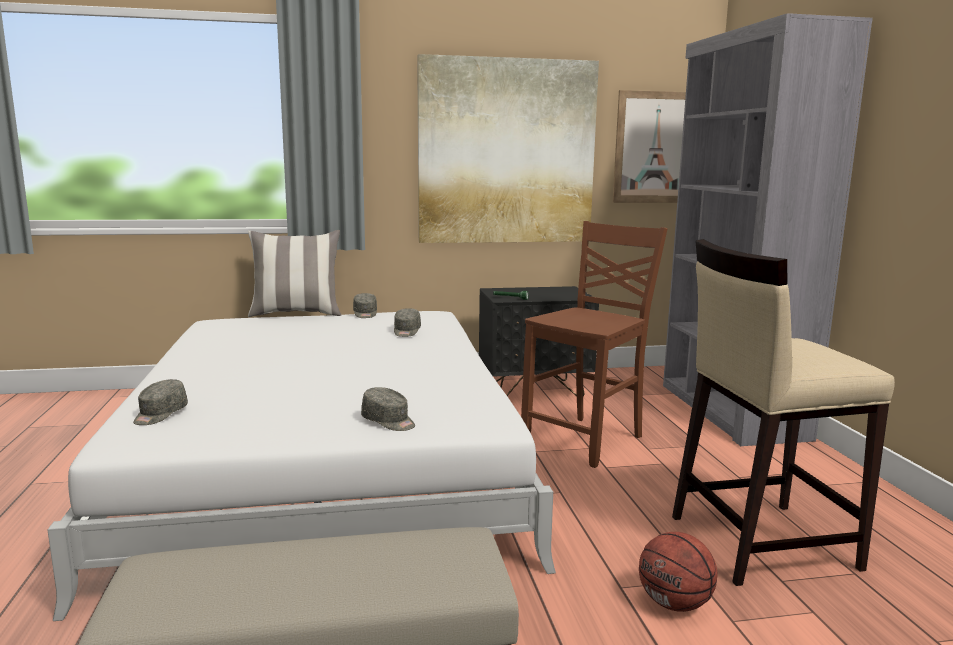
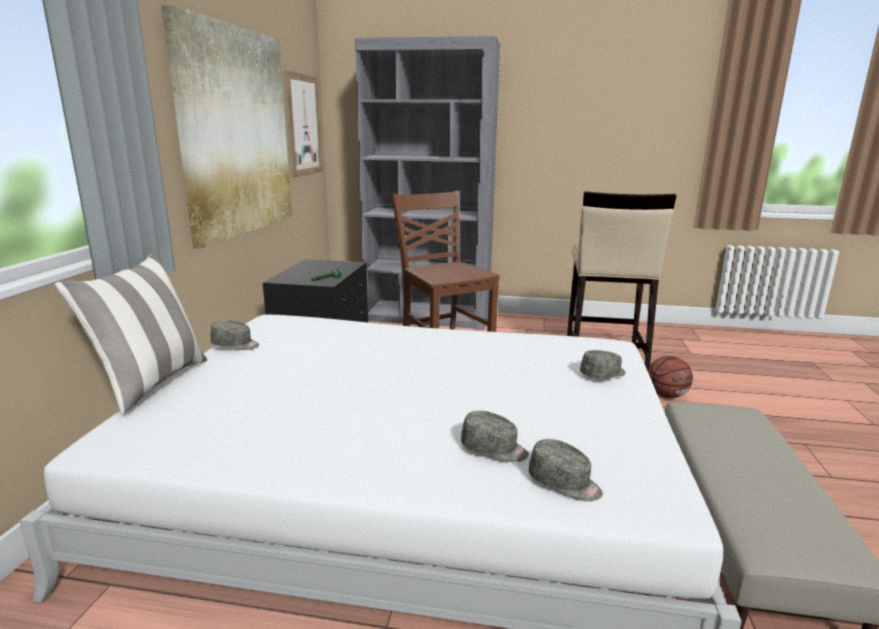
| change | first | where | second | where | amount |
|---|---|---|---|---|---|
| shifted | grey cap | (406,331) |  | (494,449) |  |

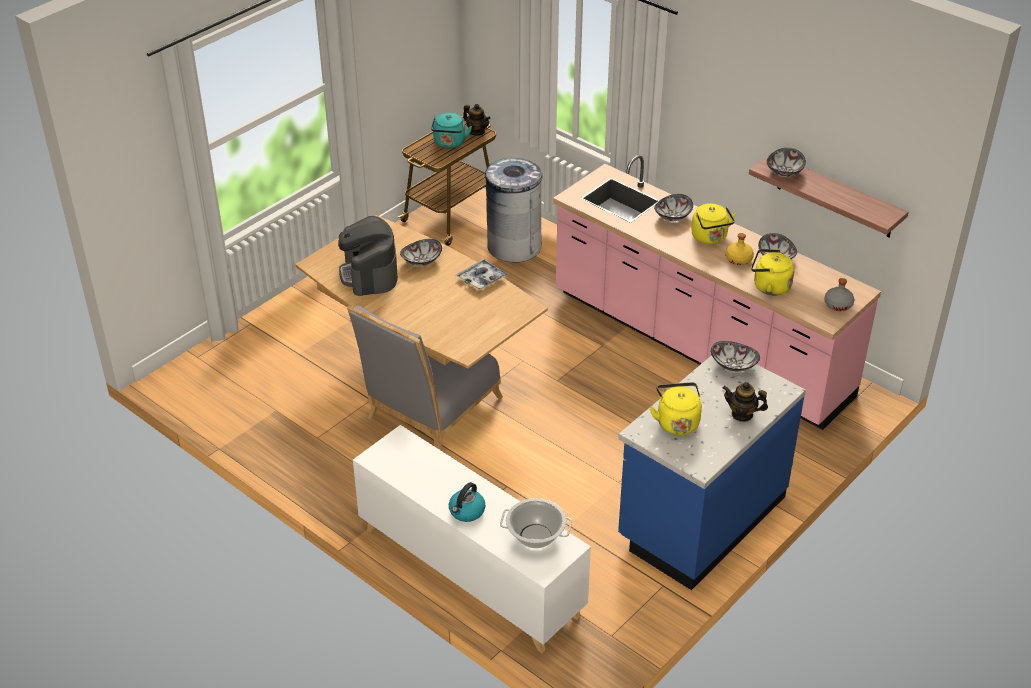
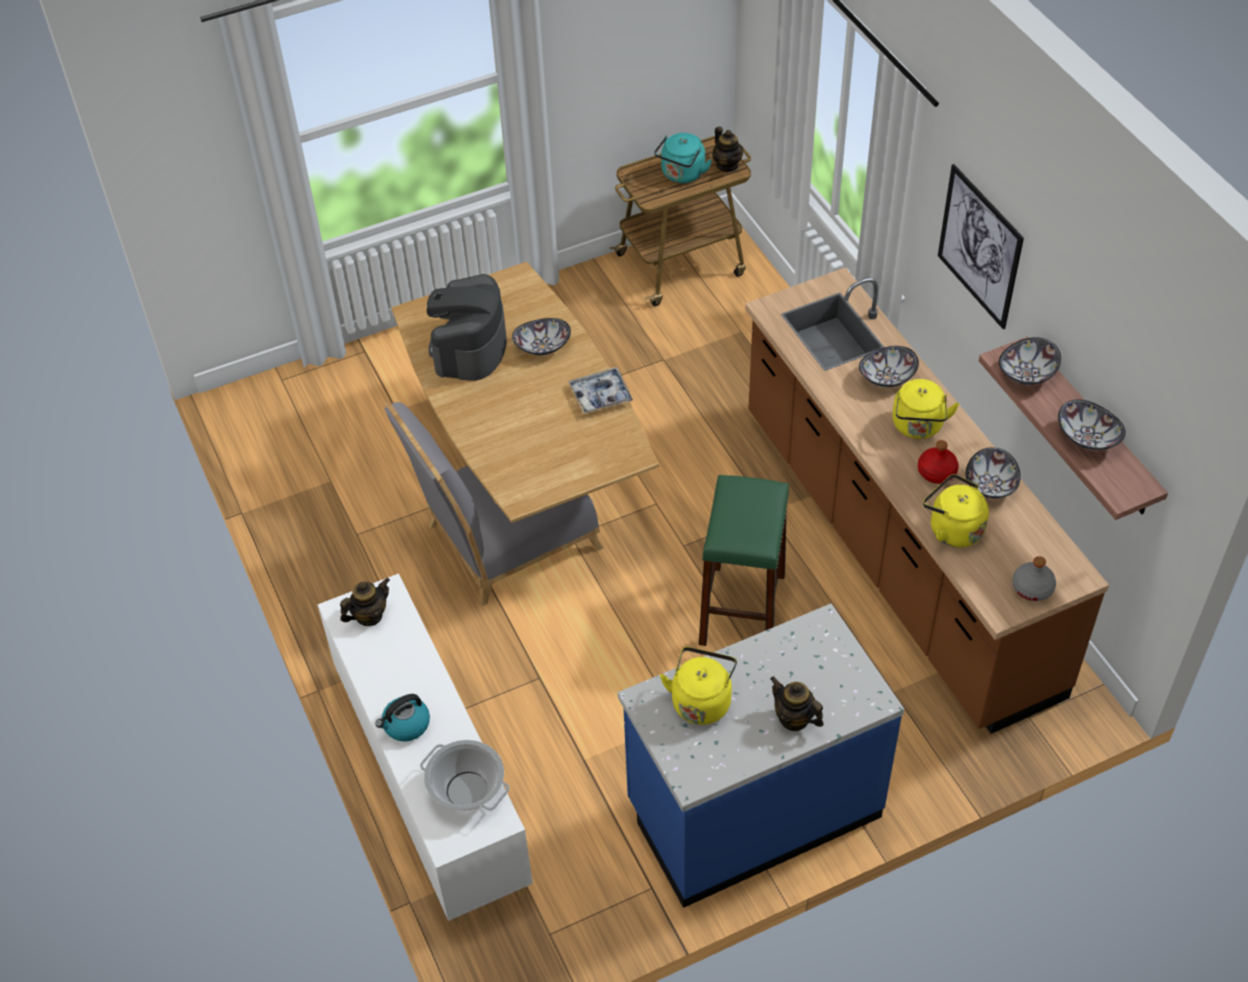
| change | first | where | second | where | amount |
|---|---|---|---|---|---|
| gone | grey trash can | (514,246) |  |  |  |
| repainted | pink counter | (699,346) | brown counter | (895,552) |  |
| shifted | bowl | (734,365) |  | (1088,437) |  |
| repainted | yellow bottle | (738,259) | red bottle | (936,472) |  |
| new |  |  | teapot | (369,615) |  |
| new |  |  | green stool | (742,609) |  |
| new |  |  | picture | (979,246) |  |

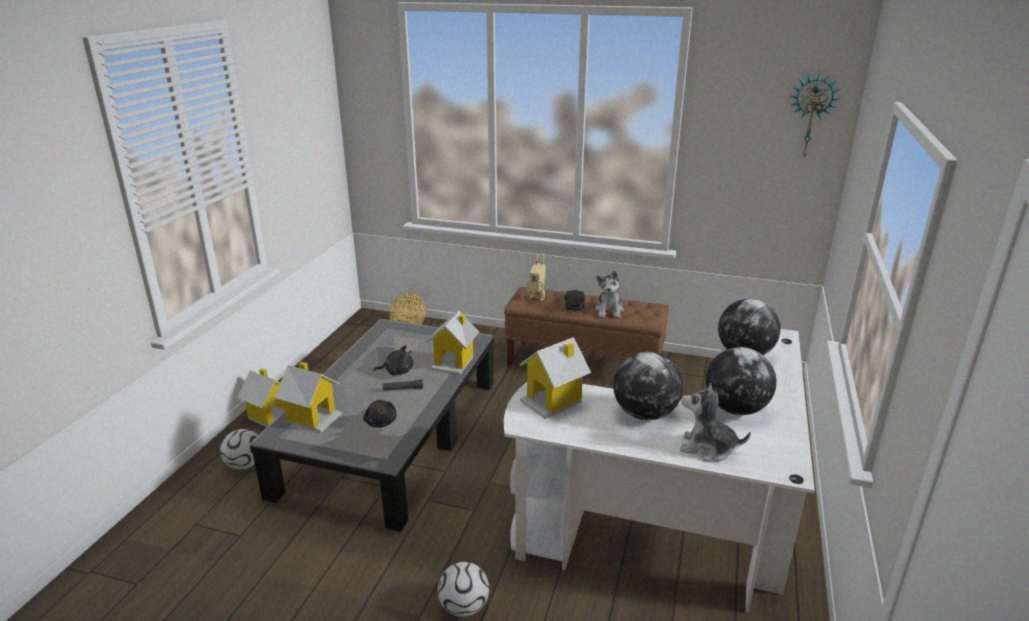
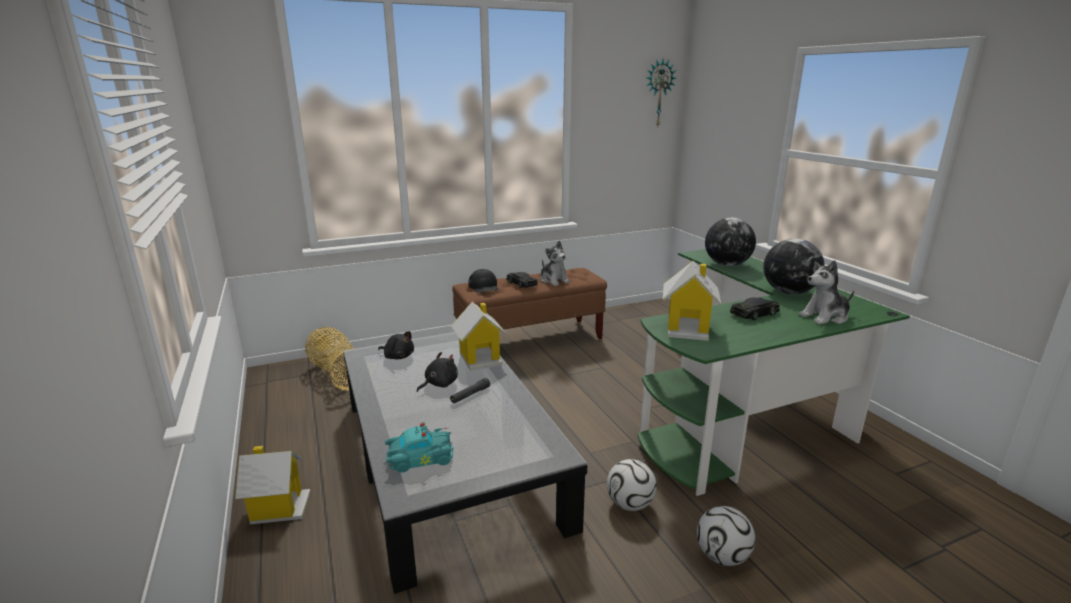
| change | first | where | second | where | amount |
|---|---|---|---|---|---|
| shifted | football | (245,465) |  | (629,504) |  |
| swapped | toy house | (312,417) | turquoise toy car | (418,458) |  |
| shifted | black plush toy | (380,422) |  | (398,356) |  |
| repainted | white desk | (679,521) | green desk | (745,411) |  |
| swapped | toy robot | (537,297) | black cap | (484,287) |  |
| swapped | globe | (645,414) | black toy car | (755,313) |  |

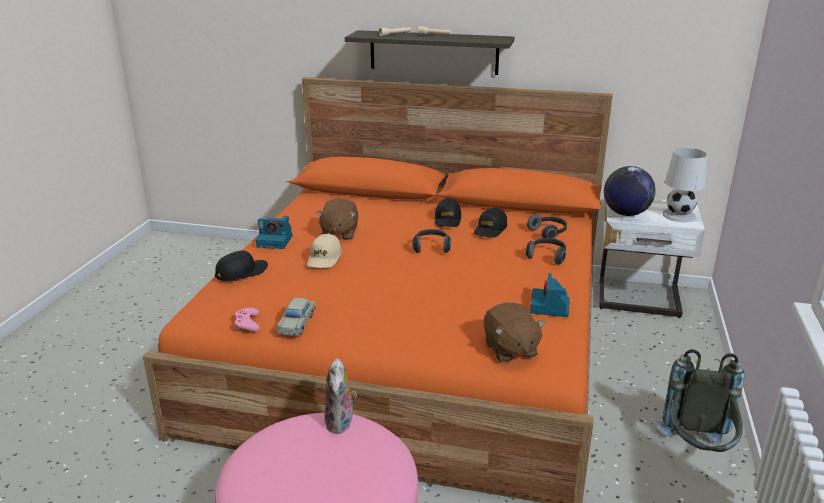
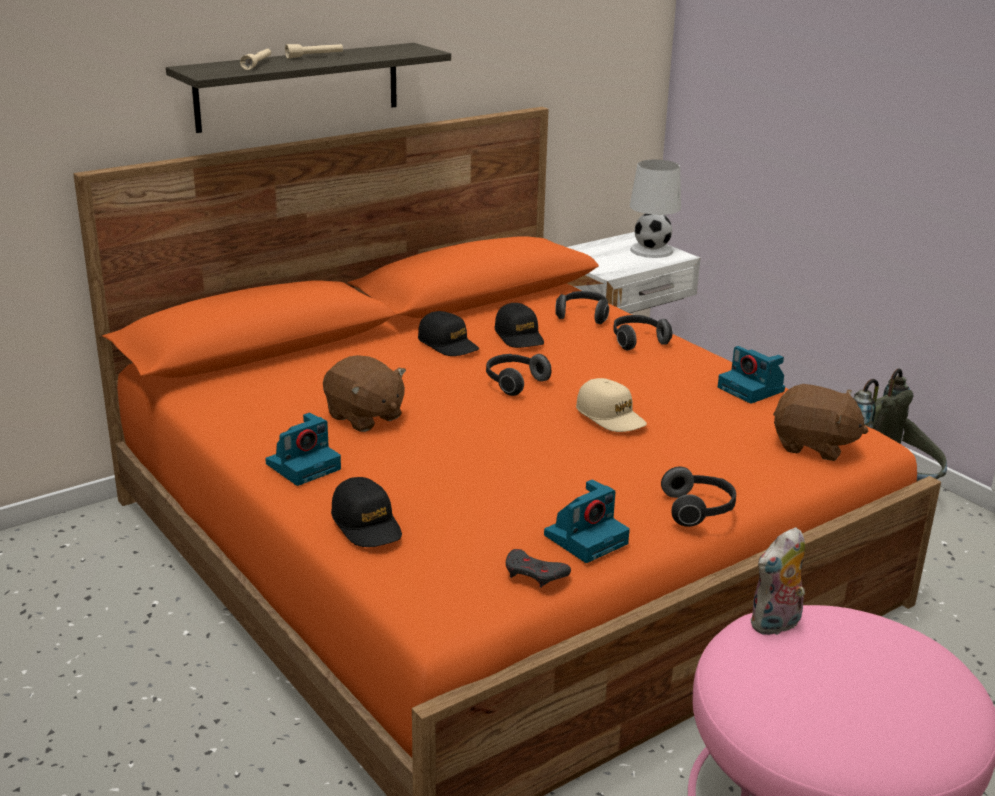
| change | first | where | second | where | amount |
|---|---|---|---|---|---|
| rotated | black cap | (241,272) |  | (367,524) | 150 degrees clockwise |
| repainted | pink game controller | (247,323) | grey game controller | (534,573) |  |
| swapped | beige toy car | (297,323) | photo camera | (586,538) |  |
| shifted | beige cap | (324,258) |  | (610,416) |  |
| rotated | plush toy | (341,423) |  | (776,625) | 105 degrees clockwise |
| gone | globe | (626,214) |  |  |  |
| new |  |  | headphones | (698,510) |  |

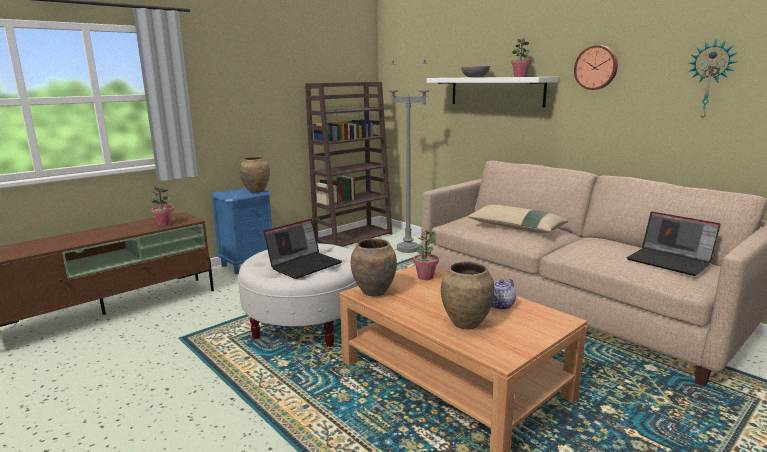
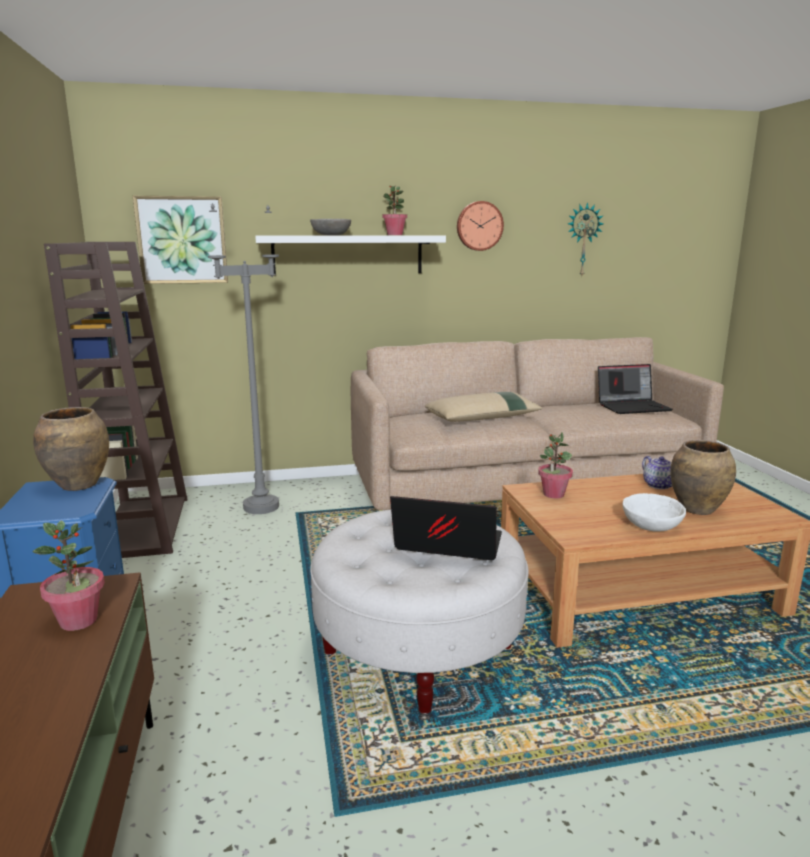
| change | first | where | second | where | amount |
|---|---|---|---|---|---|
| rotated | laptop | (305,265) |  | (446,546) | 60 degrees counterclockwise |
| gone | brown vase | (374,292) |  |  |  |
| new |  |  | picture | (182,240) |  |
| new |  |  | white bowl | (652,525) |  |

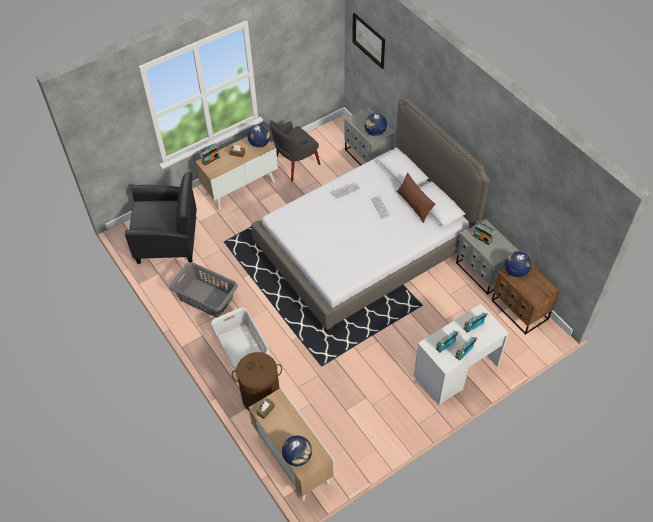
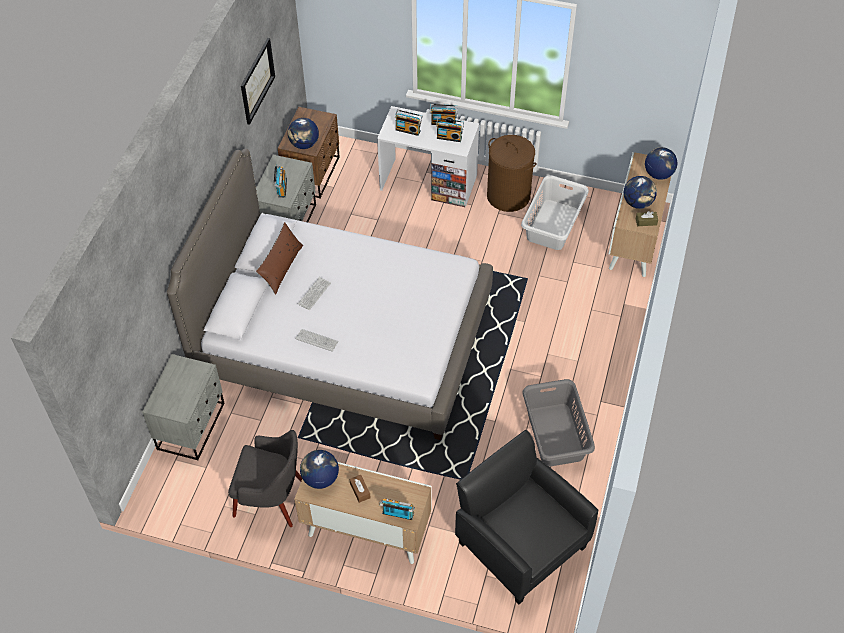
| change | first | where | second | where | amount |
|---|---|---|---|---|---|
| shifted | grey laundry basket | (241,349) |  | (553,224) |  |
| shifted | brown laundry basket | (261,397) |  | (508,196) |  |
| shifted | picture | (369,40) |  | (257,80) |  |
| shifted | globe | (375,132) |  | (638,203) |  |

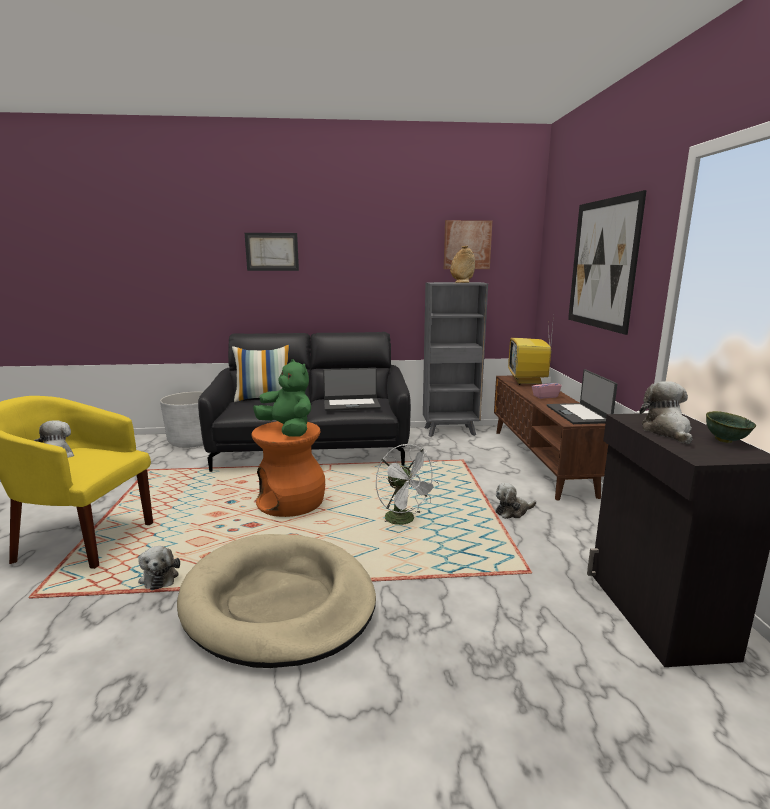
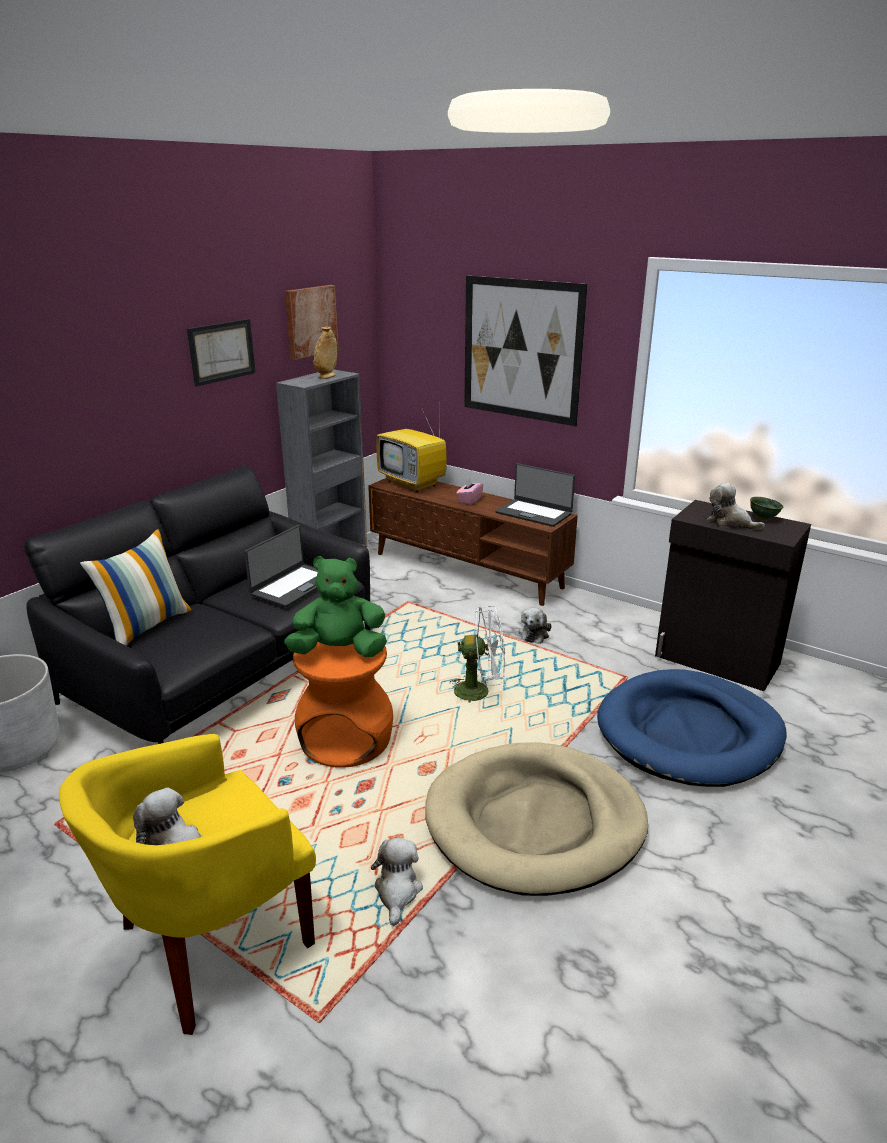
| change | first | where | second | where | amount |
|---|---|---|---|---|---|
| rotated | plush toy | (159,577) |  | (397,892) | 105 degrees counterclockwise |
| shifted | picture | (272,251) |  | (221,351) |  |
| new |  |  | blue dog bed | (689,733) |  |

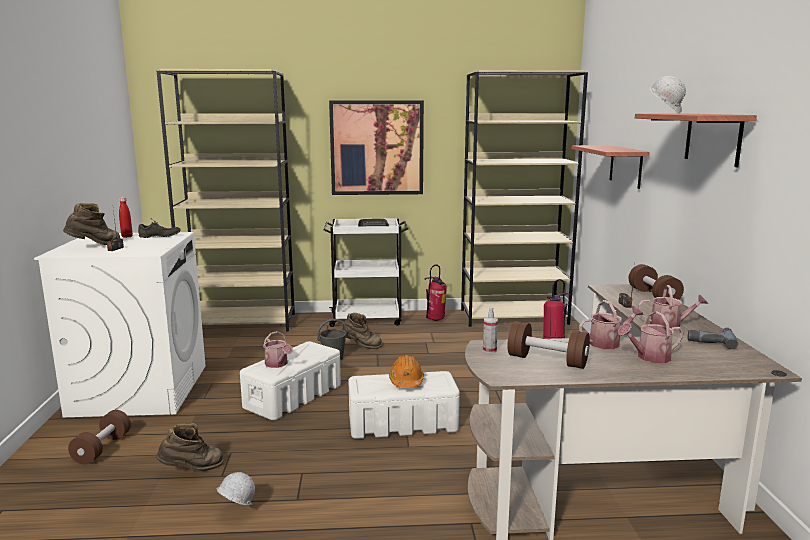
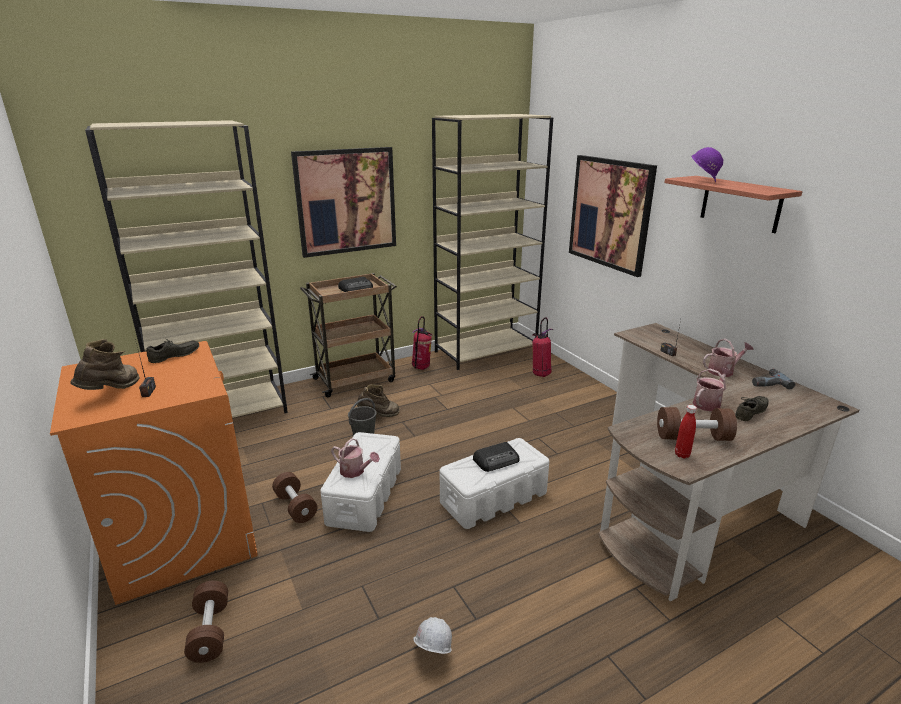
| change | first | where | second | where | amount |
|---|---|---|---|---|---|
| repainted | white washing machine | (140,389) | orange washing machine | (182,535) |  |
| shifted | red bottle | (127,236) |  | (682,455) |  |
| gone | brown boot | (192,470) |  |  |  |
| repainted | white cart | (367,318) | brown cart | (355,379) |  |
| swapped | orange hard hat | (406,381) | radio | (497,460) |  |
| gone | spray bottle | (489,350) |  |  |  |
| swapped | shelf | (626,166) | picture | (610,213) |  |
| swapped | watering can | (649,357) | grey shoe | (752,413) |  |
| shifted | brown dumbbell | (653,296) |  | (295,507) |  |
| repainted | white hard hat | (665,113) | purple hard hat | (702,181) |  |

